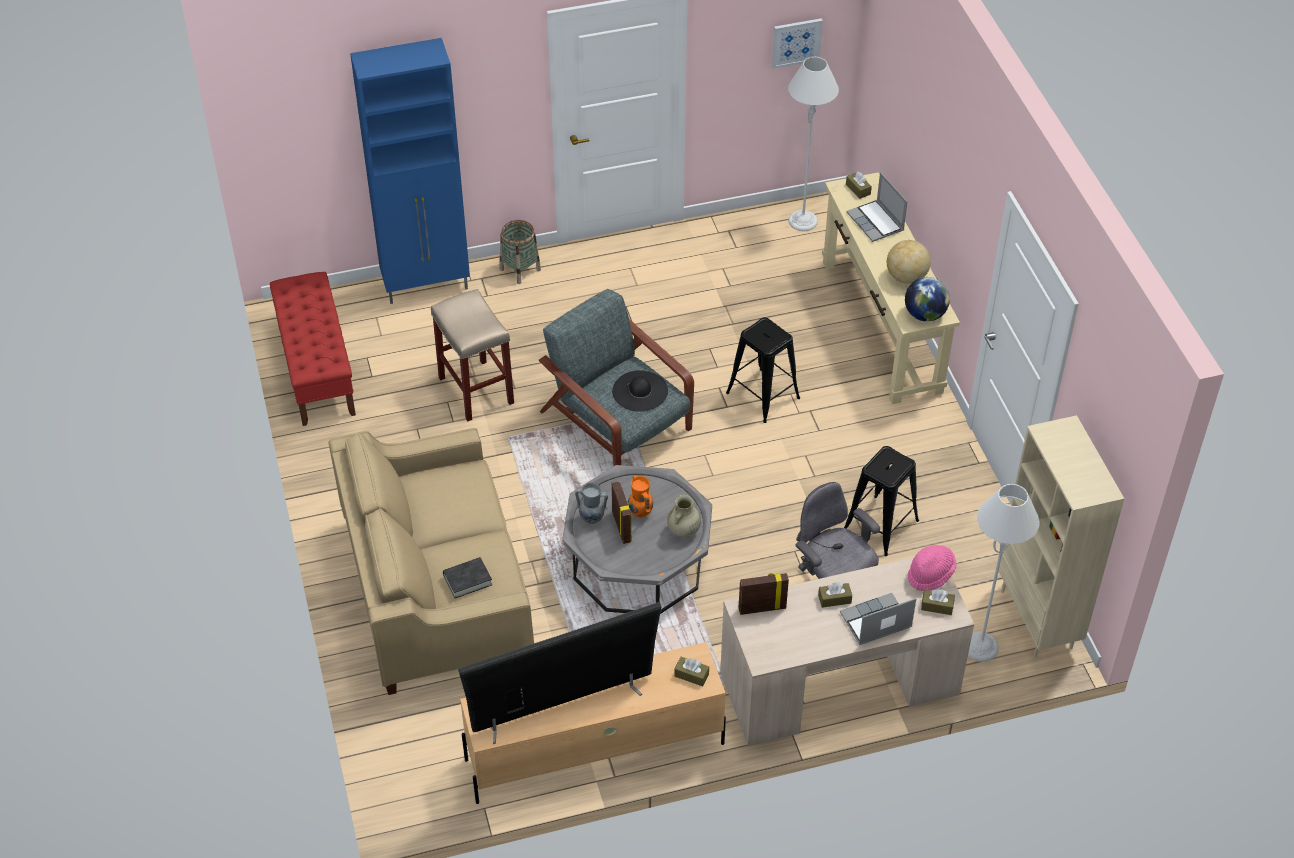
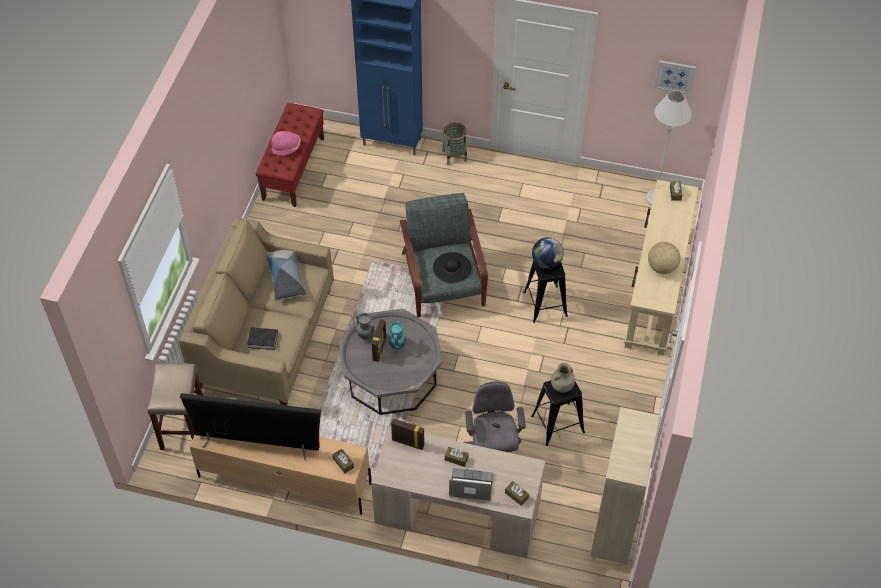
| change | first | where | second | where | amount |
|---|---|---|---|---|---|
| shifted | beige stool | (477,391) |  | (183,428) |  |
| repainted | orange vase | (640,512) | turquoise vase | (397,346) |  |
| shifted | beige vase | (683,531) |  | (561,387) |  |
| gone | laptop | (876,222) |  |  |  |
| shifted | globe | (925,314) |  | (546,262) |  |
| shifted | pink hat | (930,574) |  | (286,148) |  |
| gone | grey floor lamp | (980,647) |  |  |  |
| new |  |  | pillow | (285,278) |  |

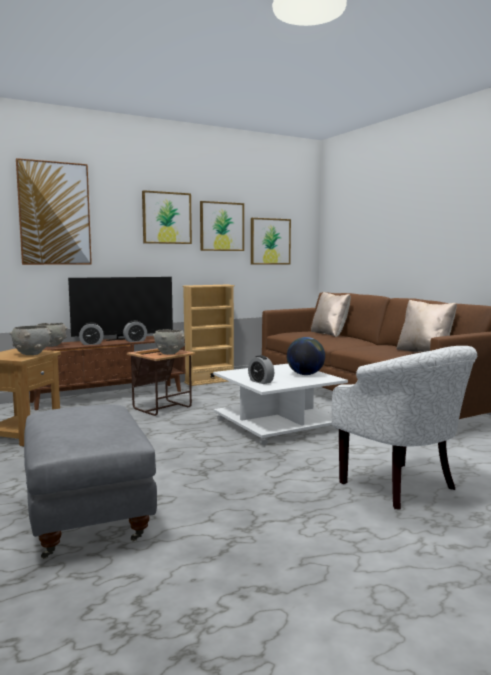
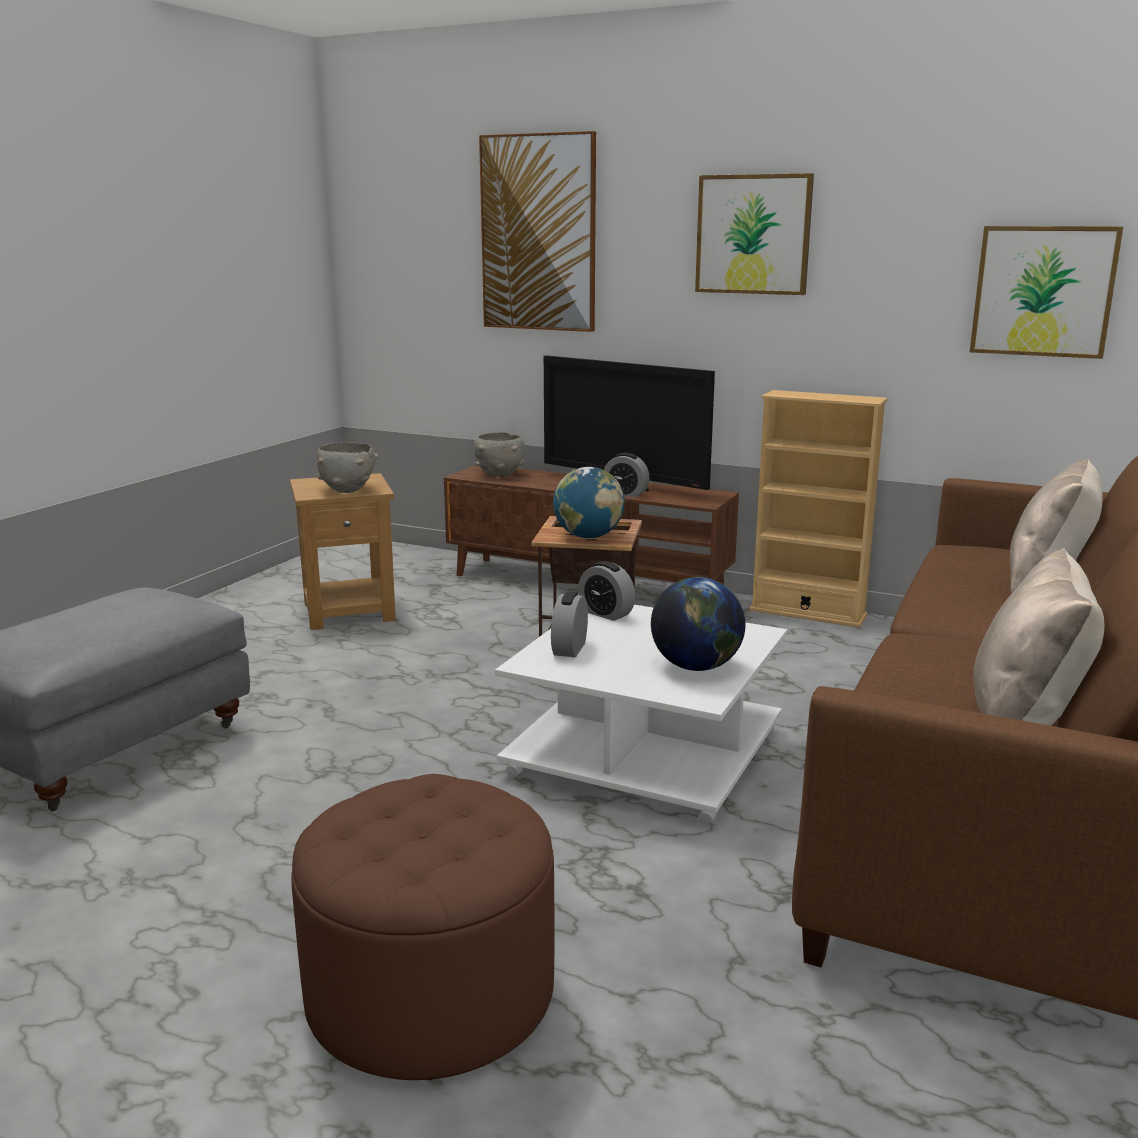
| change | first | where | second | where | amount |
|---|---|---|---|---|---|
| shifted | alarm clock | (91,344) |  | (606,613) |  |
| swapped | grey bowl | (169,353) | globe | (588,537) |  |
| gone | picture | (221,226) |  |  |  |
| swapped | white armchair | (403,487) | brown ottoman | (430,992) |  |

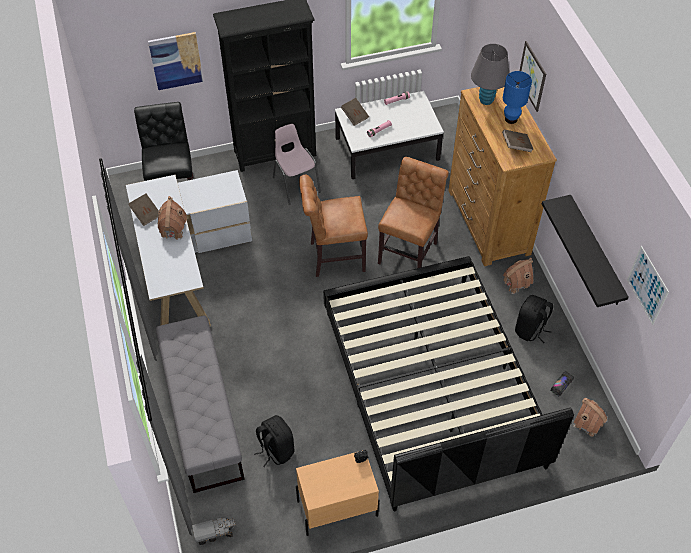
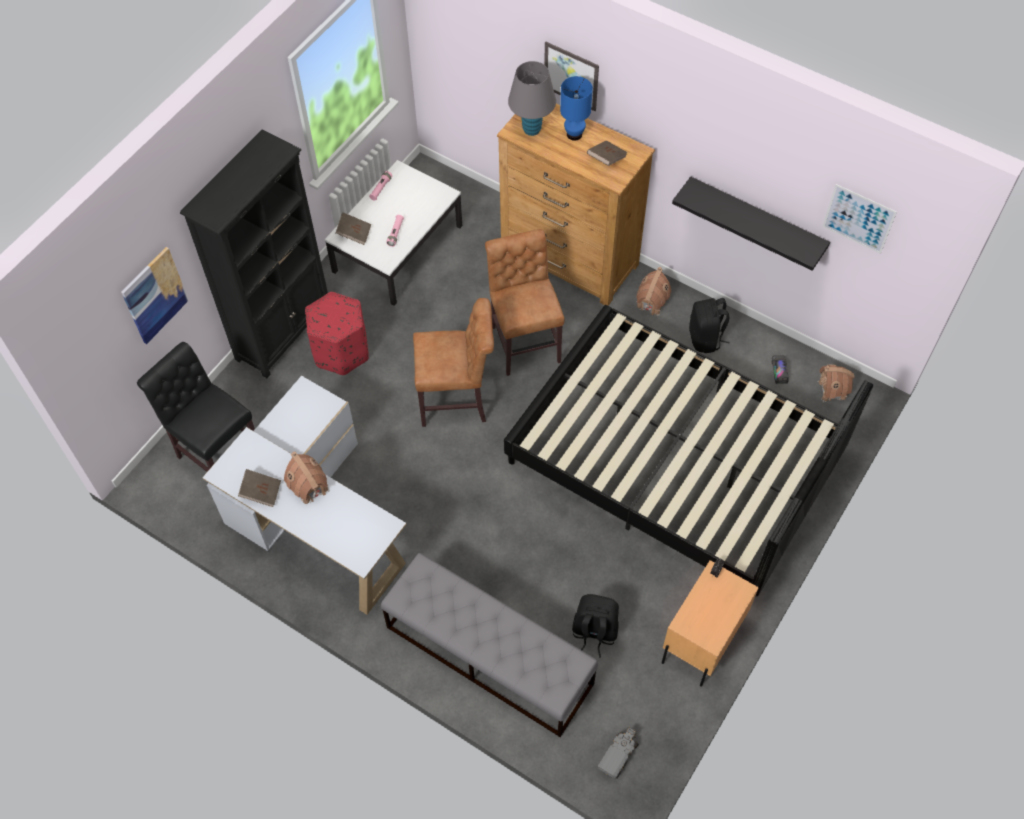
| change | first | where | second | where | amount |
|---|---|---|---|---|---|
| swapped | pink chair | (296,184) | red ottoman | (341,351) |  |
| rotated | brown chair | (334,257) |  | (457,400) | 135 degrees counterclockwise |

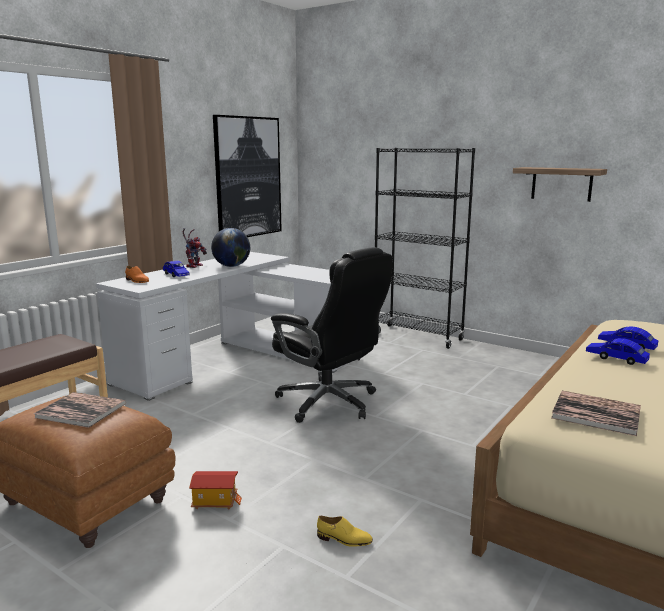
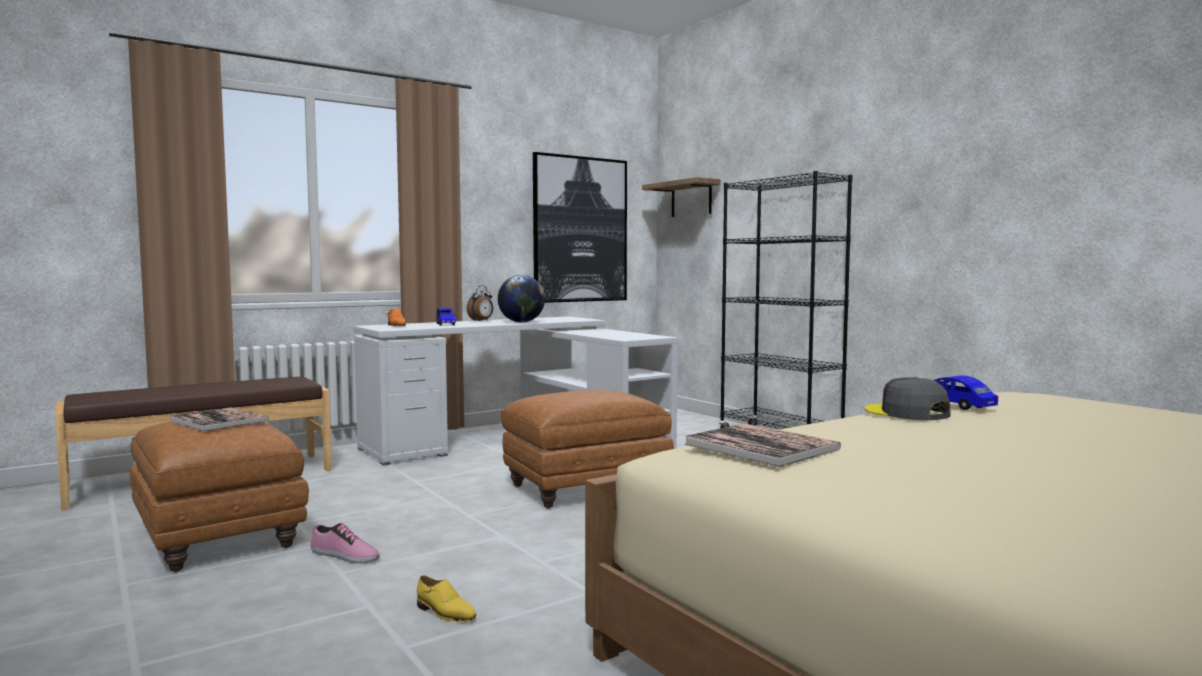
| change | first | where | second | where | amount |
|---|---|---|---|---|---|
| swapped | toy robot | (194,266) | alarm clock | (481,321) |  |
| swapped | toy house | (215,502) | shoe | (344,556) |  |
| swapped | black office chair | (329,402) | brown ottoman | (584,489) |  |
| shifted | shelf | (561,184) |  | (691,199) |  |
| swapped | blue toy car | (616,358) | grey cap | (906,413) |  |

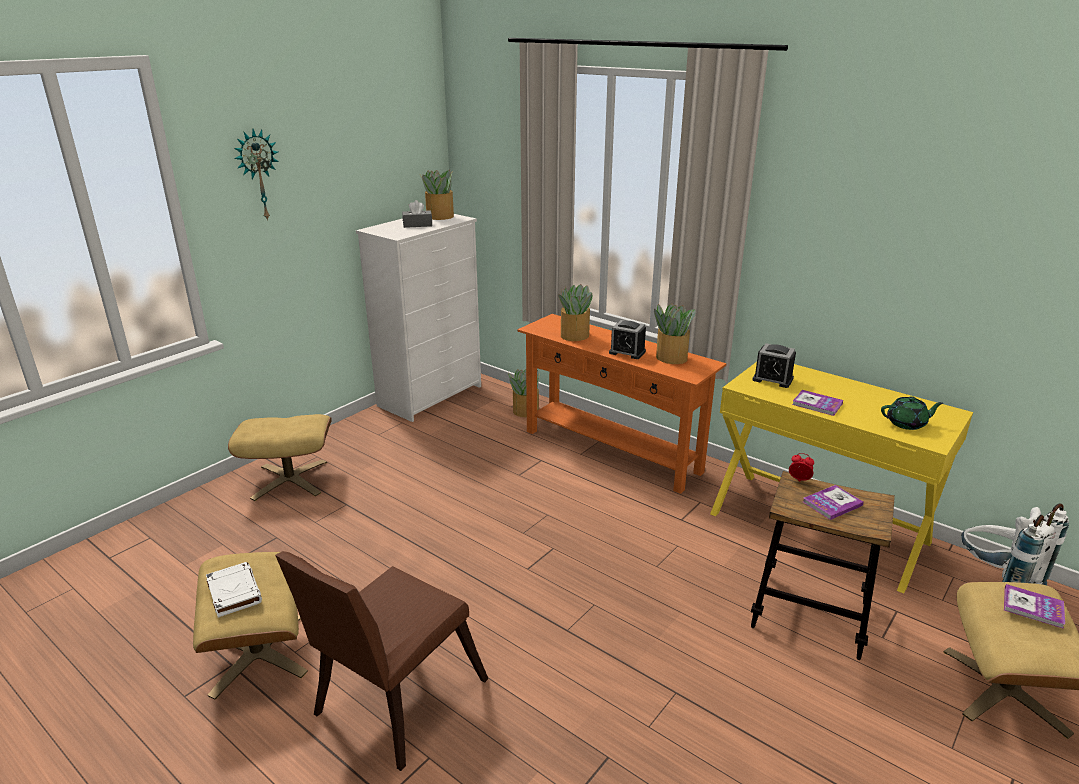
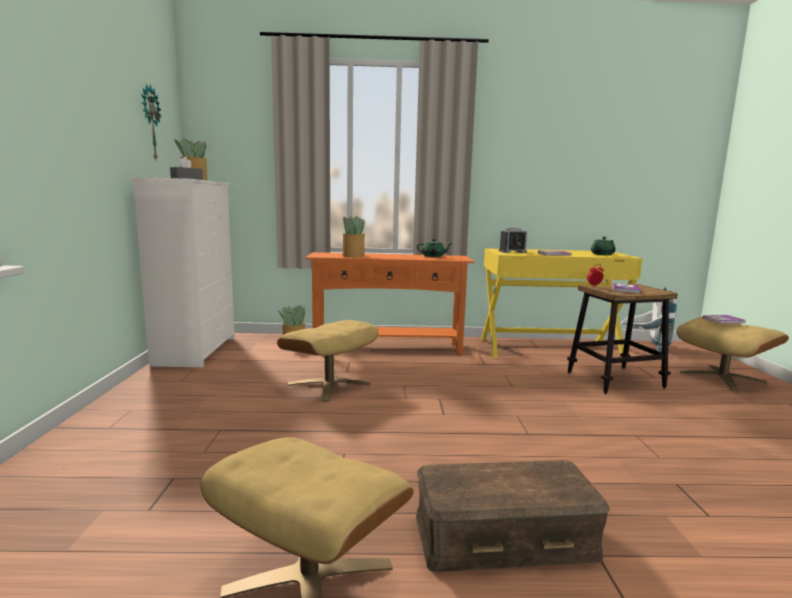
| change | first | where | second | where | amount |
|---|---|---|---|---|---|
| gone | white book | (234,592) |  |  |  |
| shifted | beige ottoman | (290,480) |  | (329,385) |  |
| shifted | wall clock | (258,175) |  | (149,123) |  |
| swapped | brown chair | (393,703) | brown storage box | (504,537) |  |
| gone | alarm clock | (627,352) |  |  |  |
| swapped | potted plant | (671,357) | green teapot | (433,256) |  |

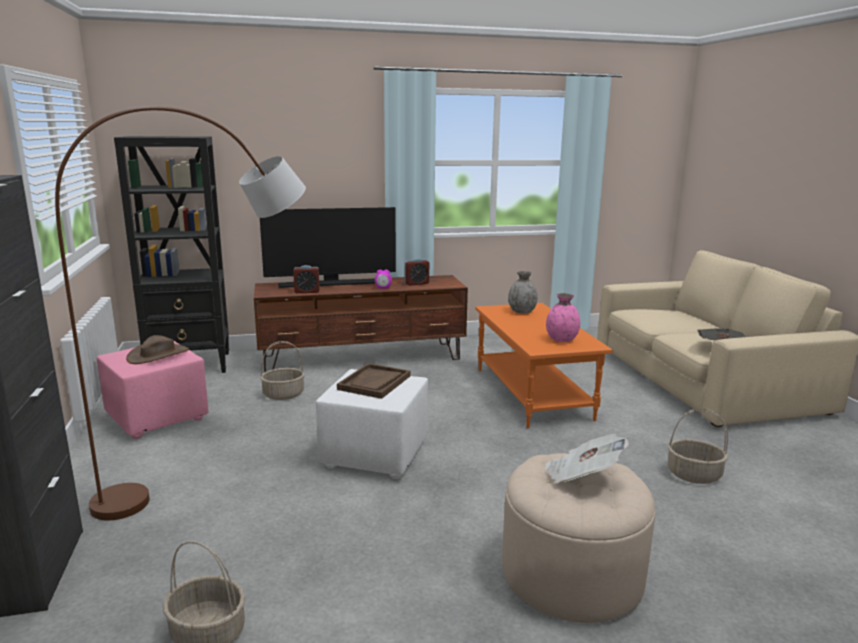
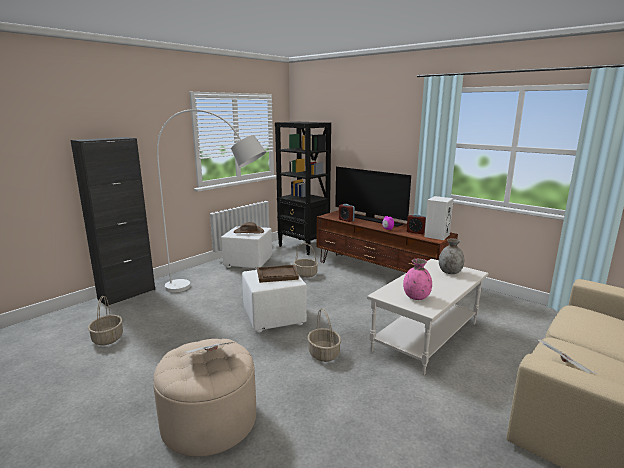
| change | first | where | second | where | amount |
|---|---|---|---|---|---|
| repainted | brown floor lamp | (219,471) | white floor lamp | (219,292) |  |
| repainted | pink ottoman | (157,417) | white ottoman | (249,263) |  |
| repainted | orange coffee table | (533,393) | white coffee table | (426,337) |  |
| shifted | basket | (694,474) |  | (324,354) |  |
| new |  |  | white speaker | (436,235) |  |

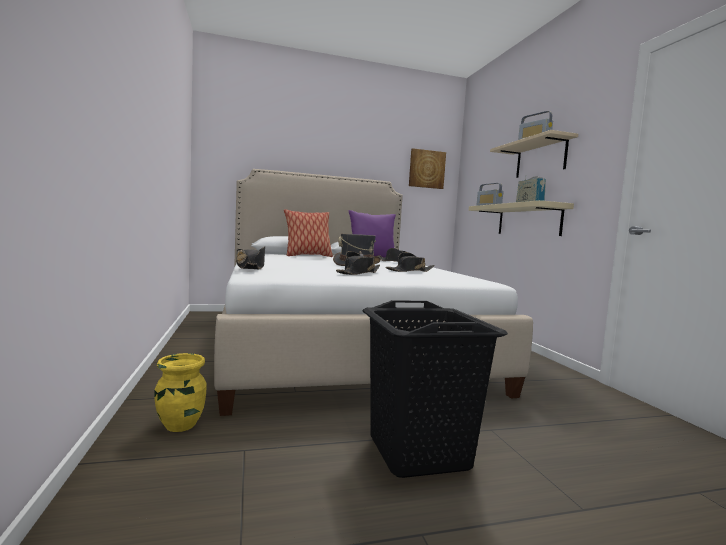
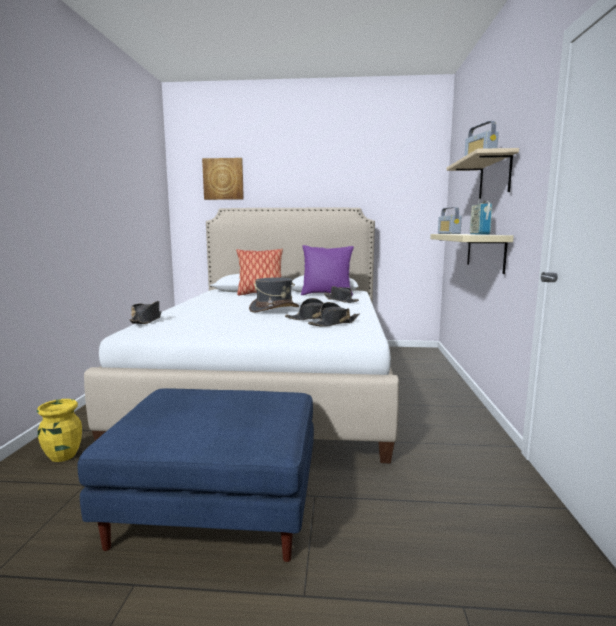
| change | first | where | second | where | amount |
|---|---|---|---|---|---|
| shifted | black hat | (358,273) |  | (334,323) |  |
| swapped | black laundry basket | (419,451) | blue ottoman | (219,508) |  |
| shifted | picture | (426,169) |  | (223,179) |  |

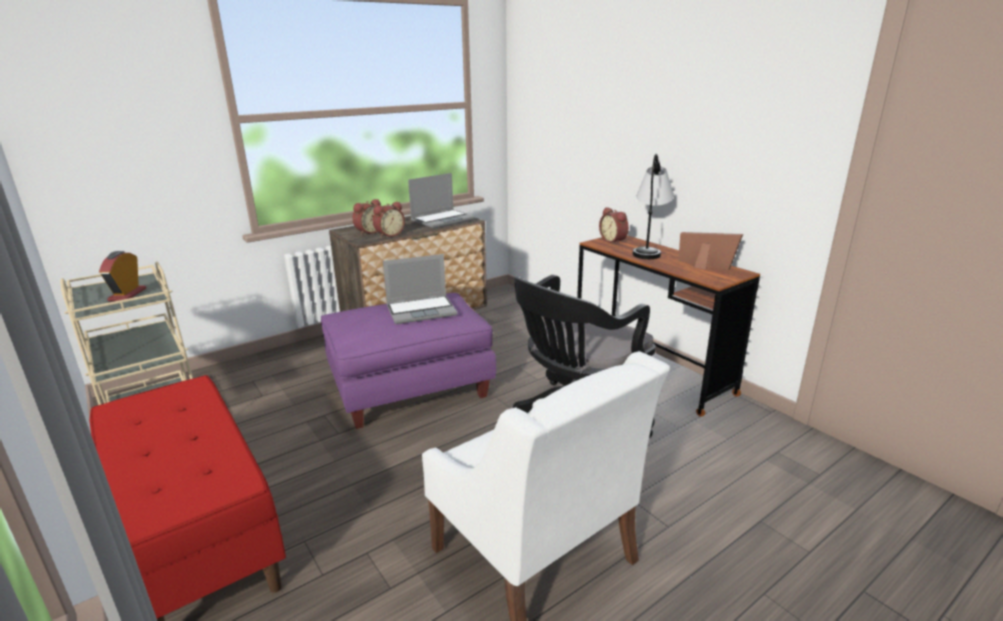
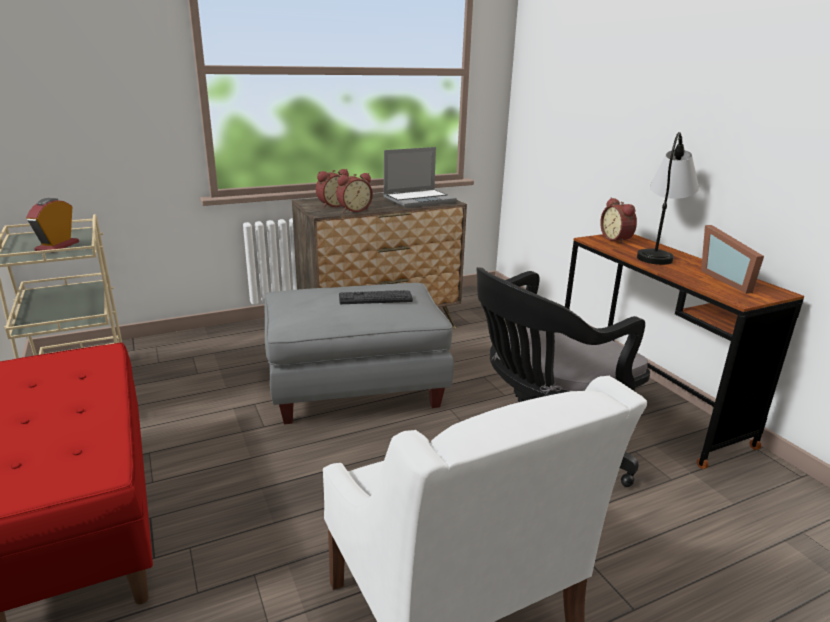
| change | first | where | second | where | amount |
|---|---|---|---|---|---|
| repainted | purple ottoman | (411,388) | grey ottoman | (356,386) |  |
| swapped | laptop | (422,310) | keyboard | (375,298) |  |
| rotated | picture frame | (704,266) |  | (729,279) | 150 degrees counterclockwise |

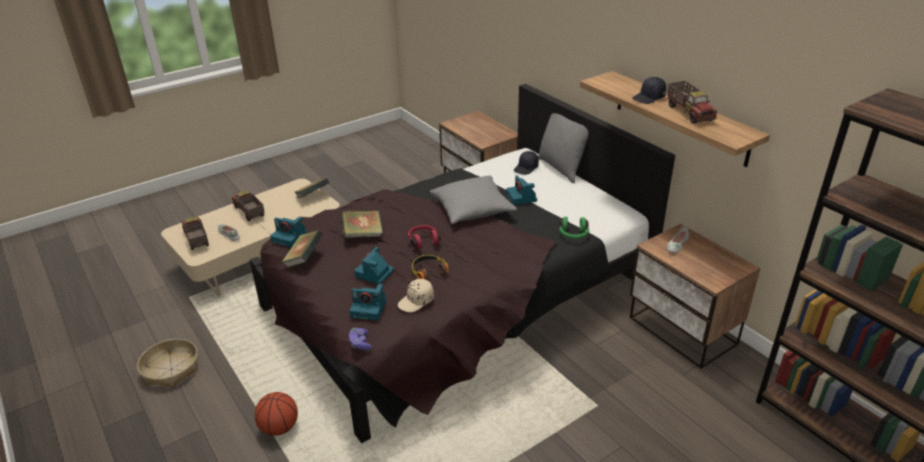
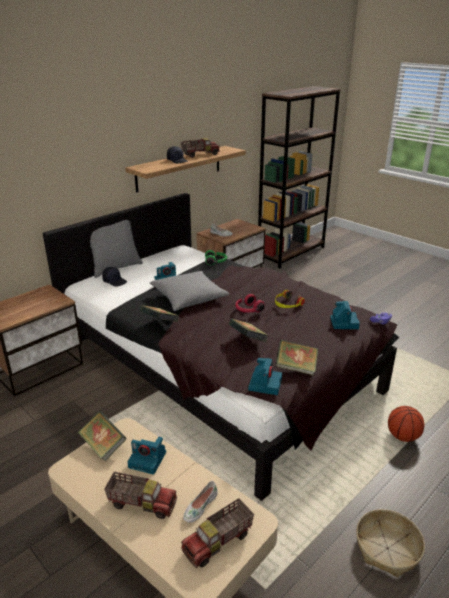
| change | first | where | second | where | amount |
|---|---|---|---|---|---|
| rotated | toy truck | (249,212) |  | (142,503) | 120 degrees counterclockwise |
| shifted | photo camera | (374,274) |  | (148,460) |  |
| gone | beige cap | (416,301) |  |  |  |
| new |  |  | book | (160,323) |  |

